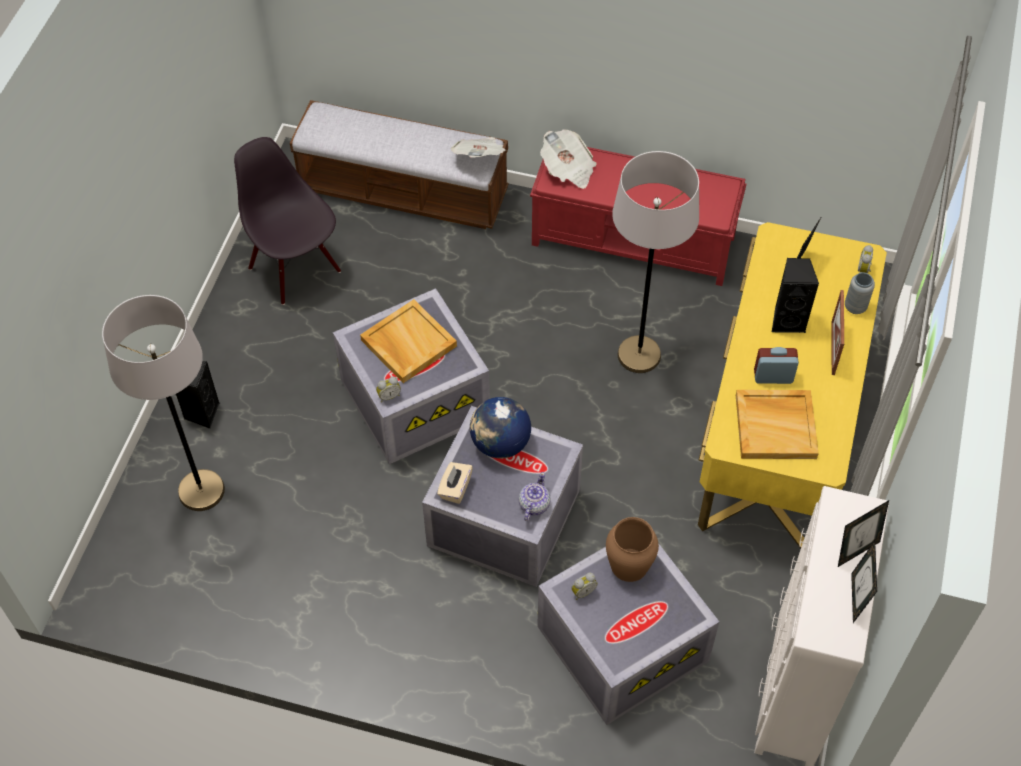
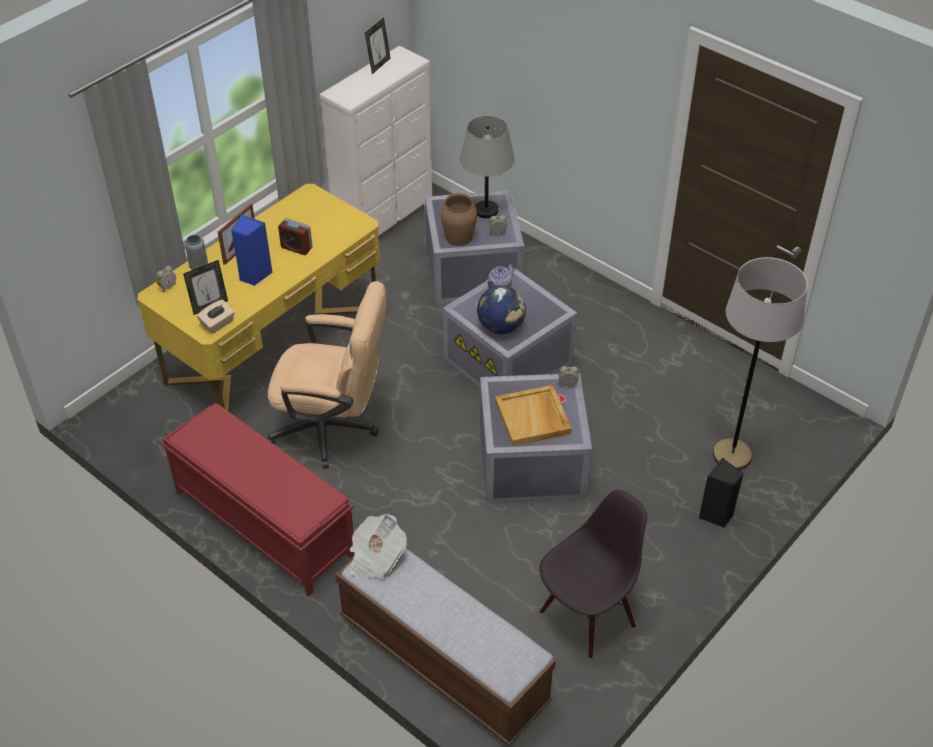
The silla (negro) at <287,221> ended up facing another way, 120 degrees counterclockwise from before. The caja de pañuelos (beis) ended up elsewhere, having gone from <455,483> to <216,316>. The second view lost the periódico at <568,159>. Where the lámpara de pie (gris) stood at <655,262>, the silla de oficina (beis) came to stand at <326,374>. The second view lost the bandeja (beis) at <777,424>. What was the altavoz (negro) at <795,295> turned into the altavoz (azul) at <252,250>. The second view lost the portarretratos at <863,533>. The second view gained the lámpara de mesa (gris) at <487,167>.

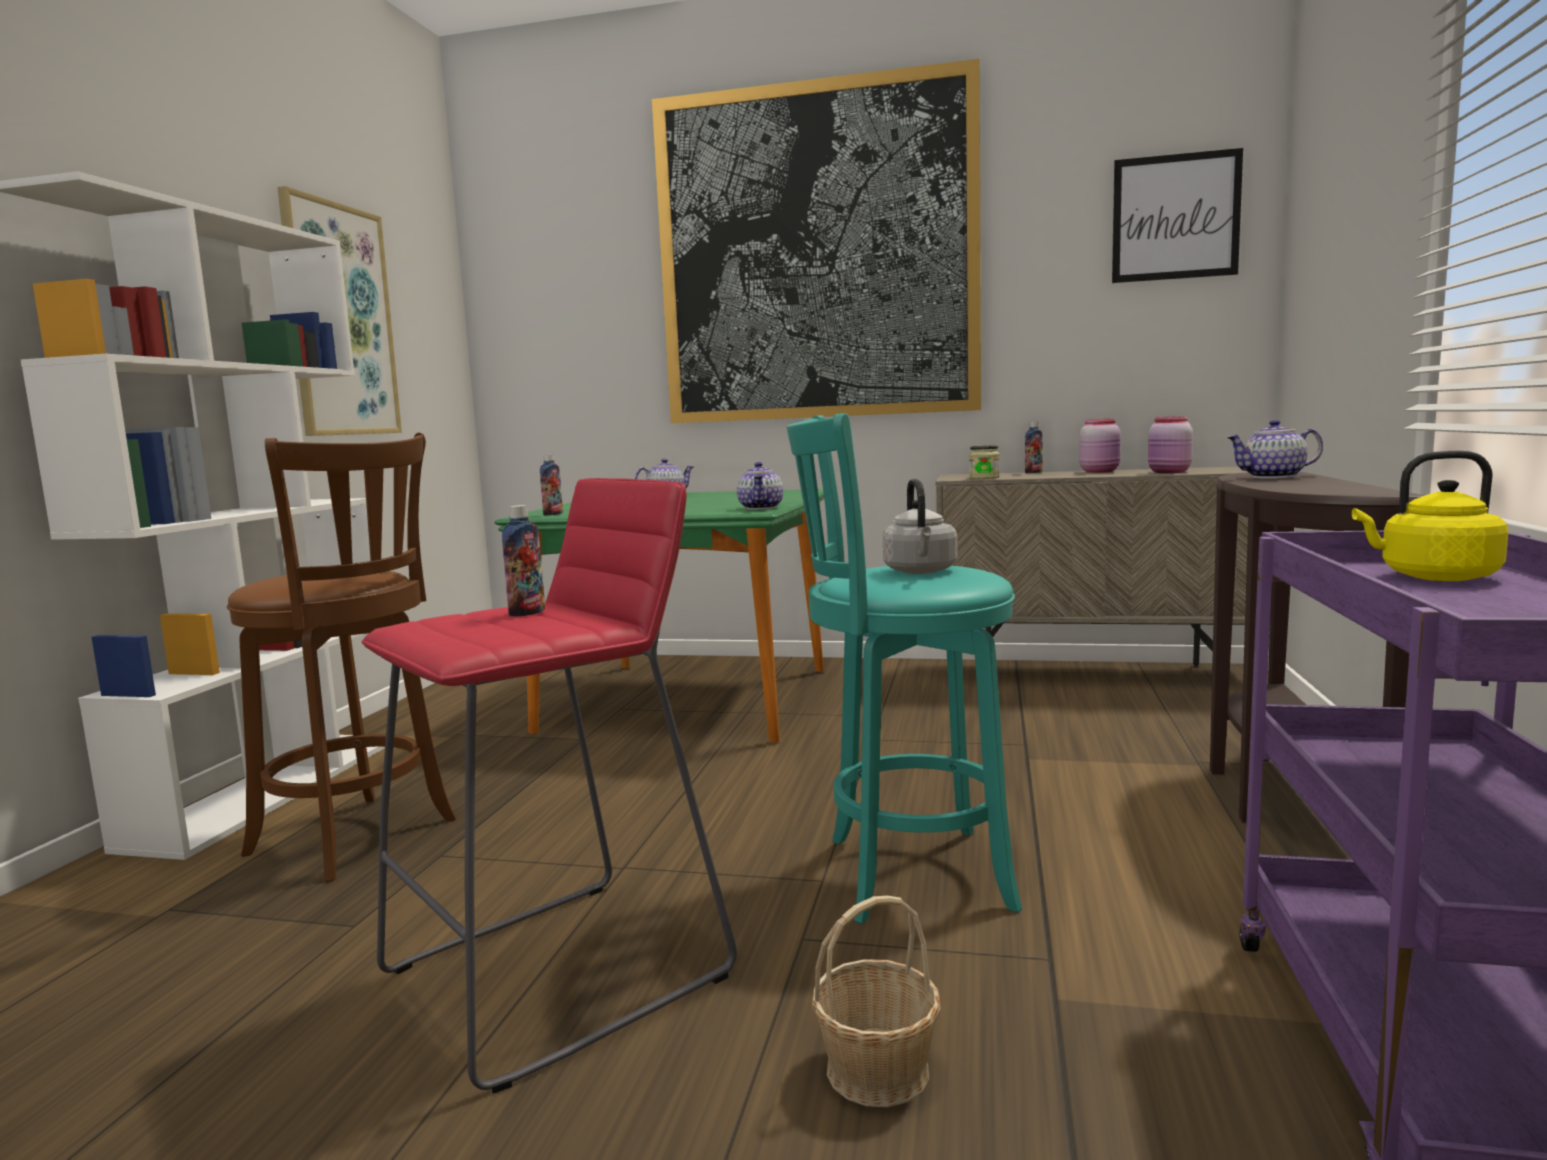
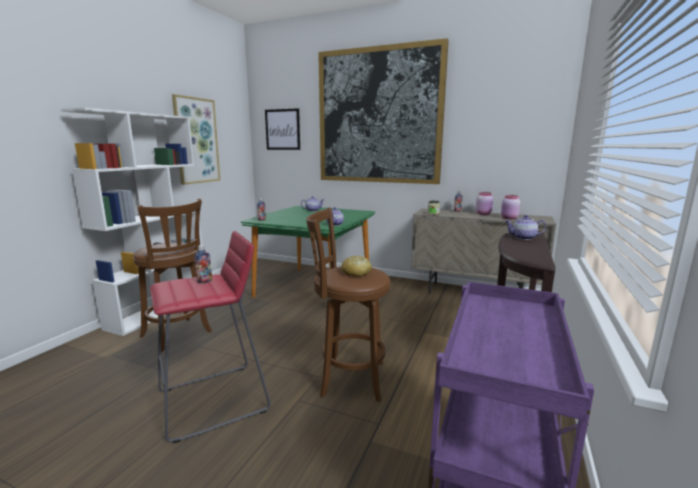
What was the taburete (turquesa) at <904,668> turned into the taburete (marrón) at <348,304>. The second view lost the cesta at <876,1001>. Where the hervidor (gris) stood at <920,526>, the pan came to stand at <356,266>. The cuadro ended up elsewhere, having gone from <1177,215> to <282,129>. The second view lost the hervidor (amarillo) at <1430,516>.

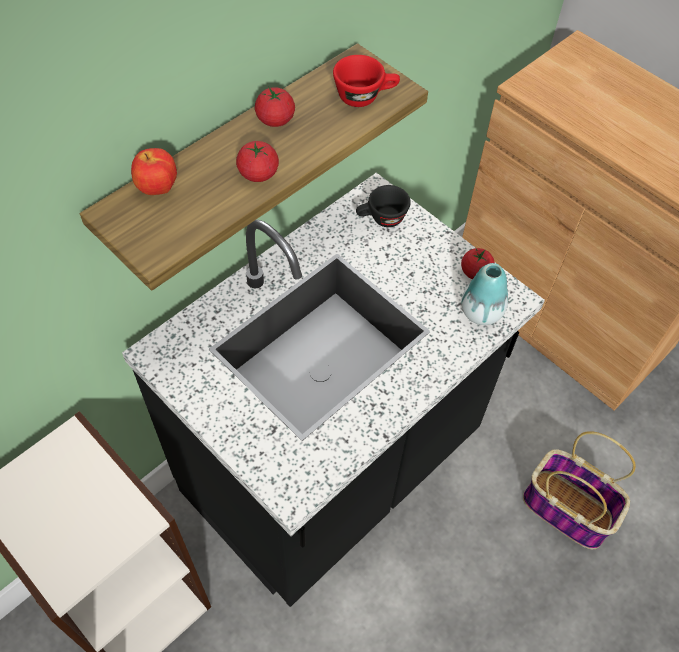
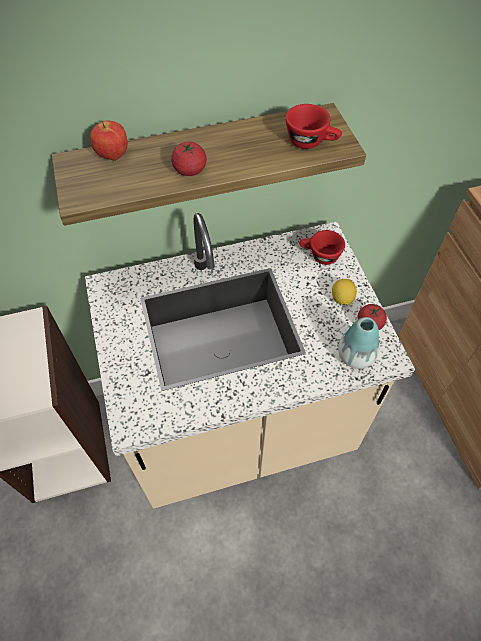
What was the mueble bajo de cocina (negro) at <333,390> turned into the mueble bajo de cocina (beis) at <250,361>. The second view lost the tomate at <275,107>. What was the taza (negro) at <383,206> turned into the taza (rojo) at <322,247>. The second view lost the cesta at <579,490>. The second view gained the limón at <344,292>.

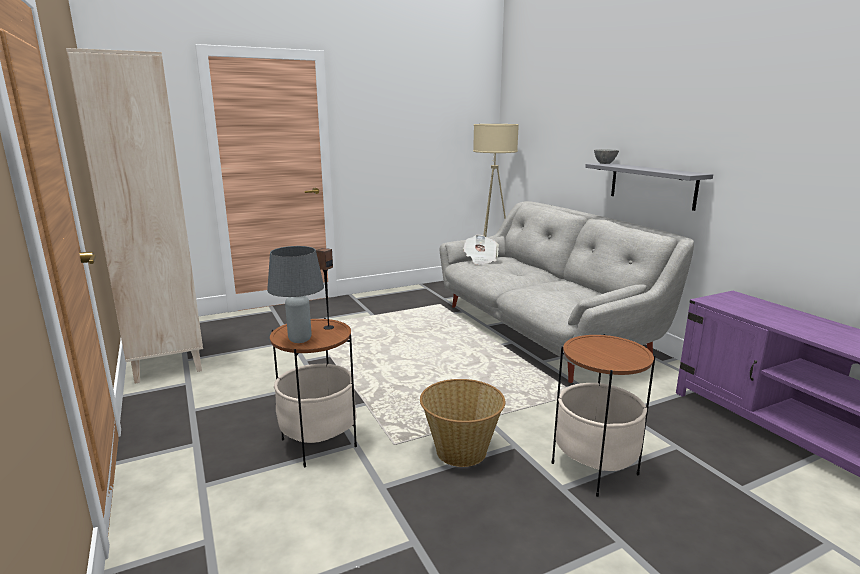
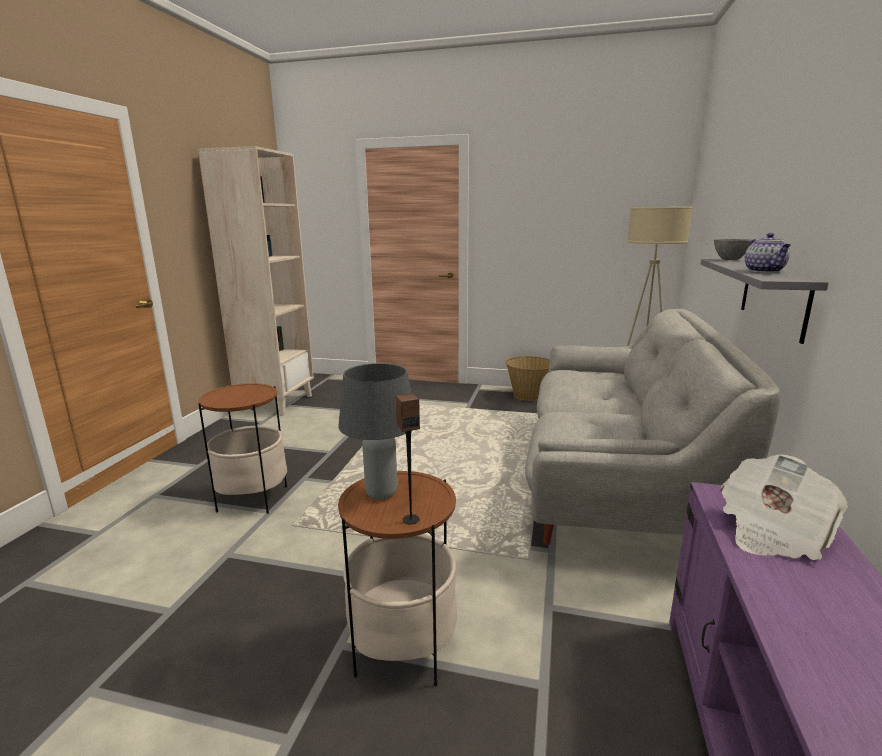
The lámpara de mesa (gris) ended up elsewhere, having gone from <295,294> to <374,431>. The altavoz ended up elsewhere, having gone from <325,289> to <408,459>. The cesta ended up elsewhere, having gone from <462,423> to <528,378>. The periódico ended up elsewhere, having gone from <481,250> to <784,507>. The second view gained the tetera at <768,253>.

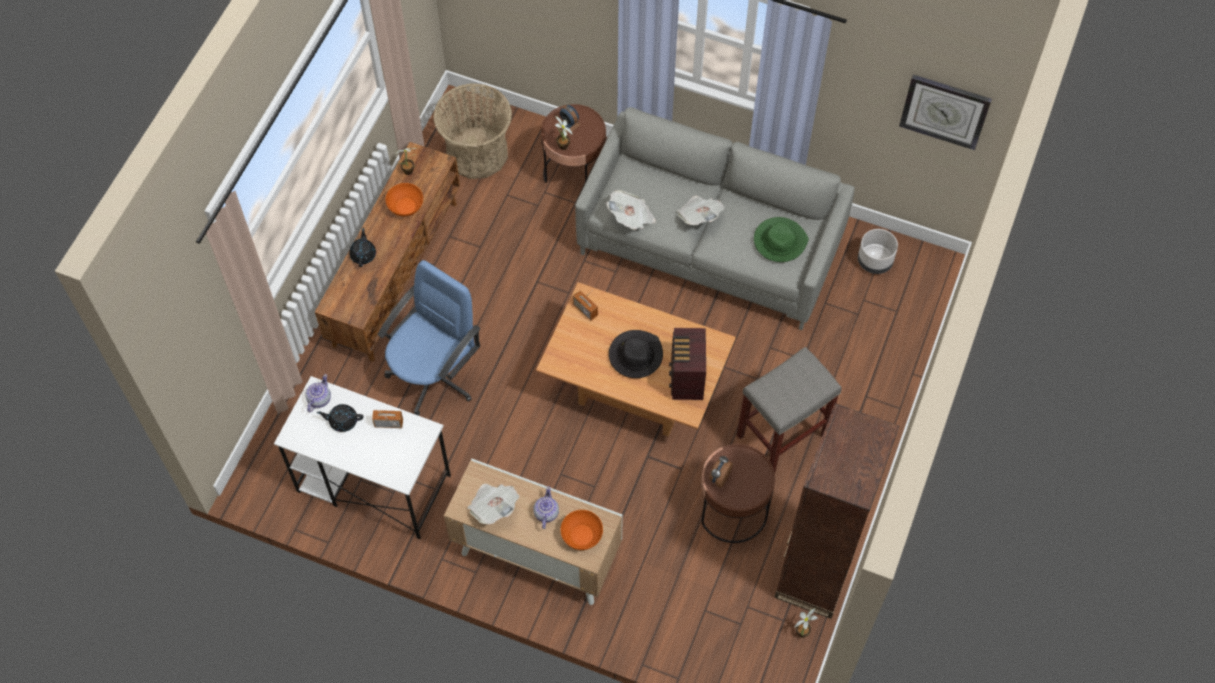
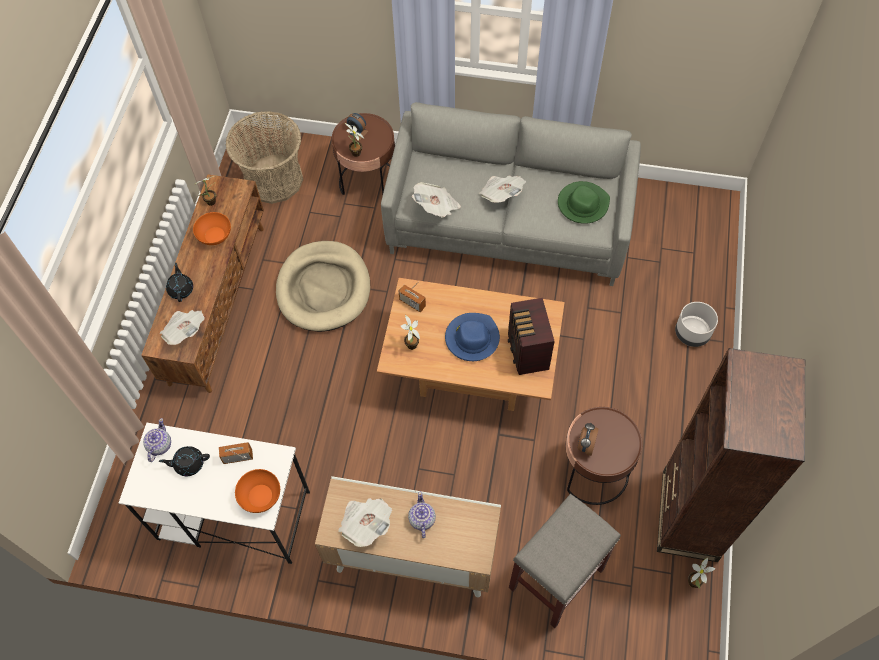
The second view lost the silla de oficina (azul) at <429,338>. The cuenco (naranja) ended up elsewhere, having gone from <581,530> to <257,491>. What was the sombrero (negro) at <636,354> turned into the sombrero (azul) at <472,337>. The taburete (gris) ended up elsewhere, having gone from <789,410> to <565,561>. The maceta (gris) ended up elsewhere, having gone from <878,251> to <696,324>. The second view lost the reloj de pared at <945,112>. The second view gained the periódico at <182,327>. The second view gained the cama para perro (beis) at <323,286>. The second view gained the planta en maceta at <410,332>.

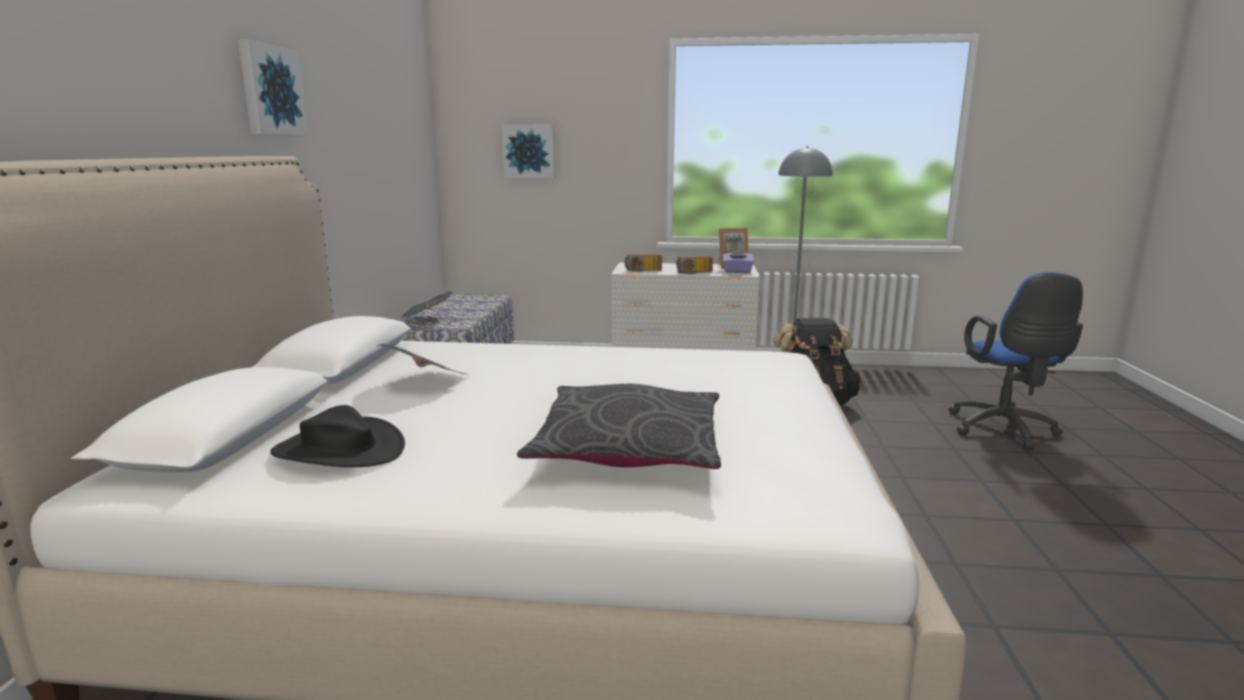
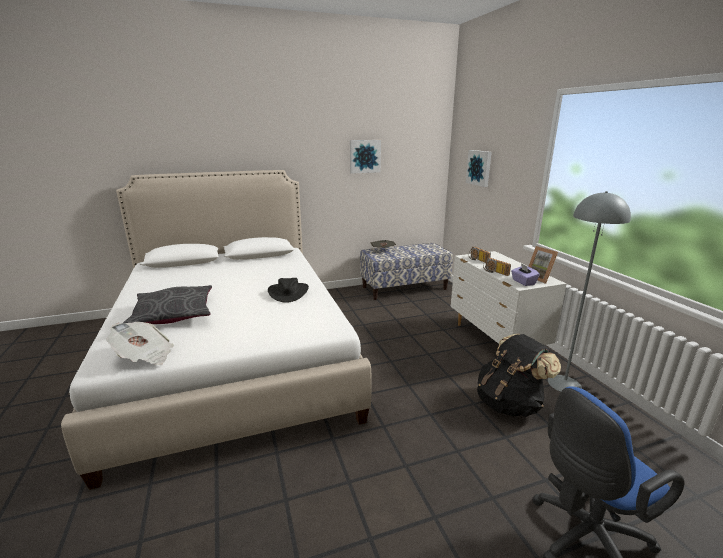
The cuadro ended up elsewhere, having gone from <273,87> to <365,157>. The sombrero (negro) ended up elsewhere, having gone from <337,436> to <288,290>. The periódico ended up elsewhere, having gone from <421,359> to <140,343>.

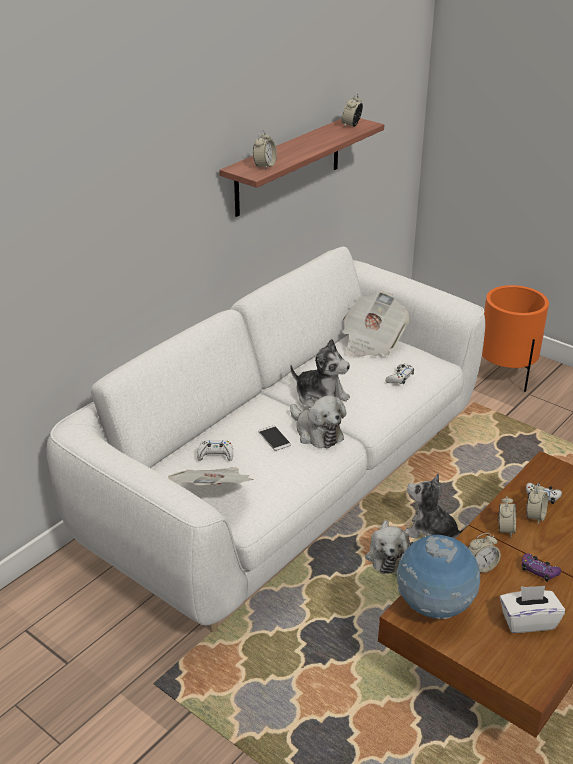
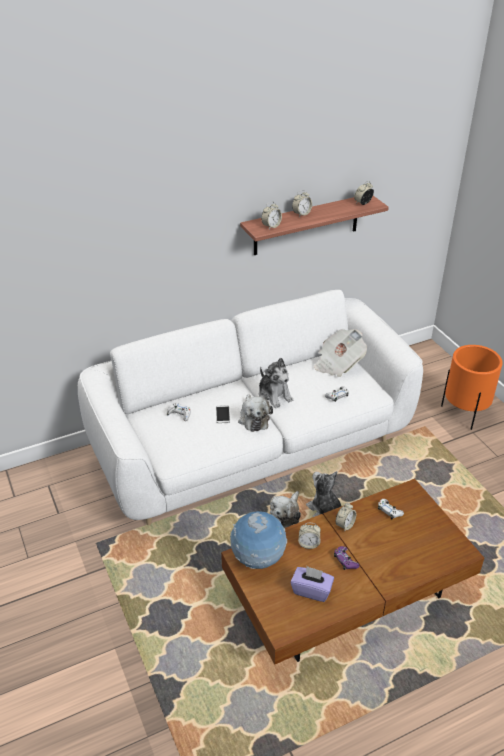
The second view lost the periódico at <210,476>. What was the caja de pañuelos (blanco) at <532,609> turned into the caja de pañuelos (morado) at <312,584>. The despertador ended up elsewhere, having gone from <537,503> to <302,203>.

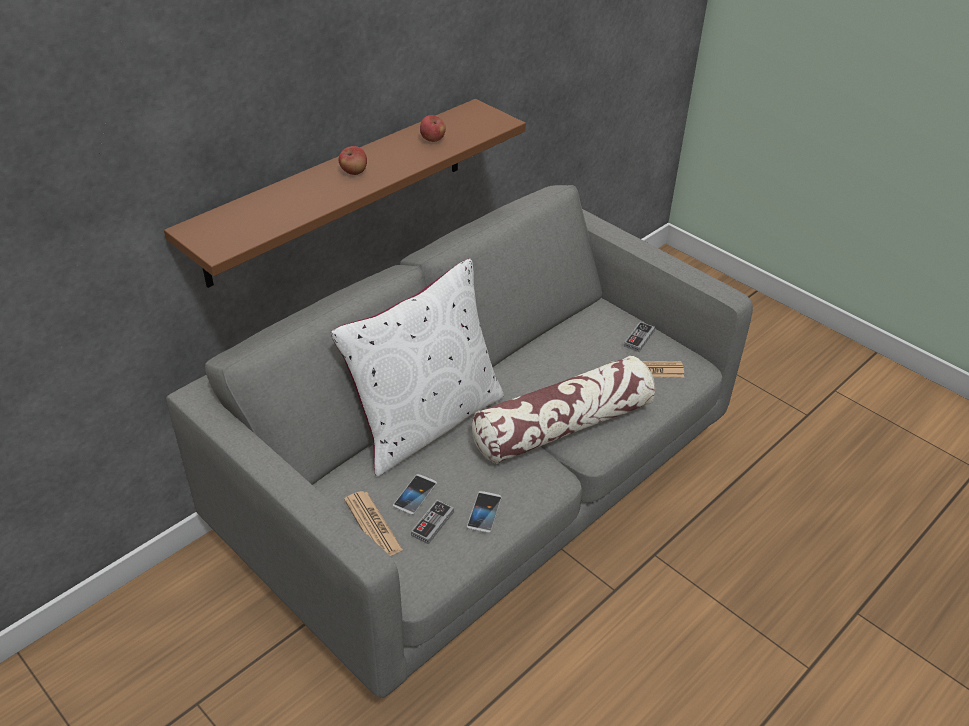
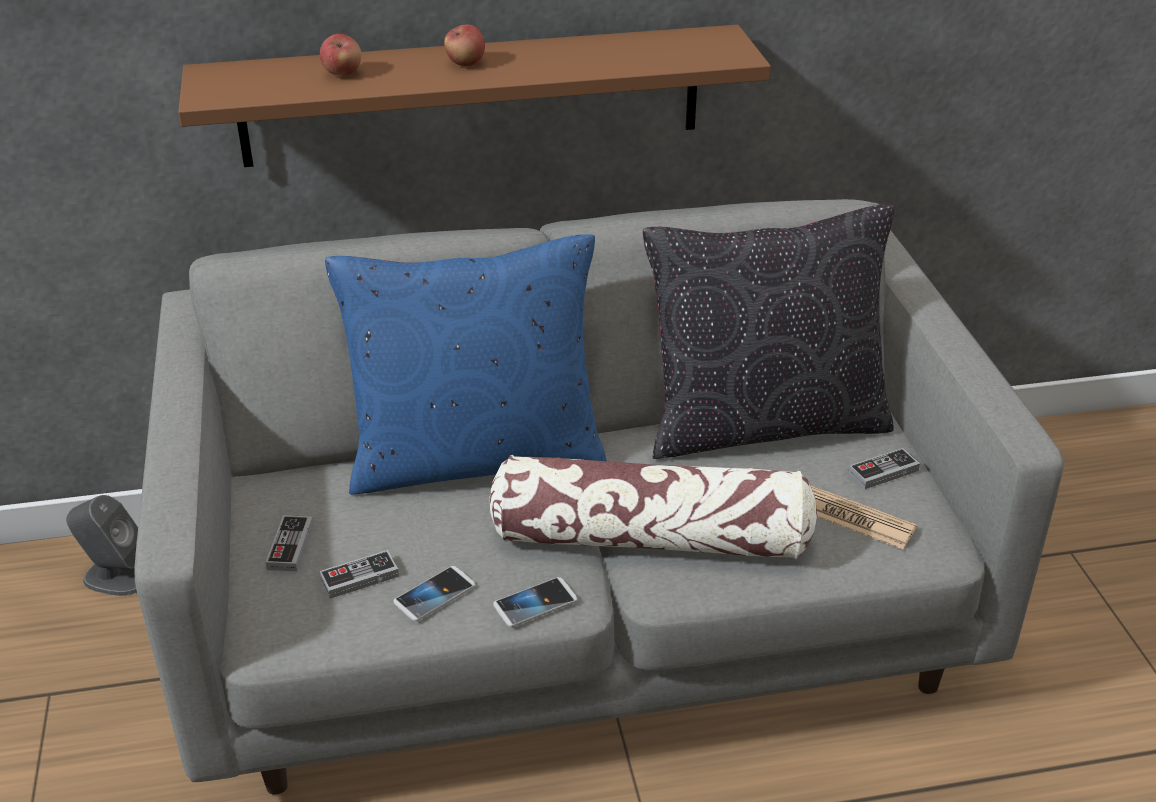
What was the cojín (blanco) at <417,368> turned into the cojín (azul) at <466,364>. Where the periódico stood at <373,523>, the mando de consola came to stand at <289,543>. The móvil ended up elsewhere, having gone from <415,494> to <535,602>. The manzana ended up elsewhere, having gone from <433,128> to <341,55>. The second view gained the altavoz (gris) at <102,545>. The second view gained the cojín (negro) at <768,332>.

